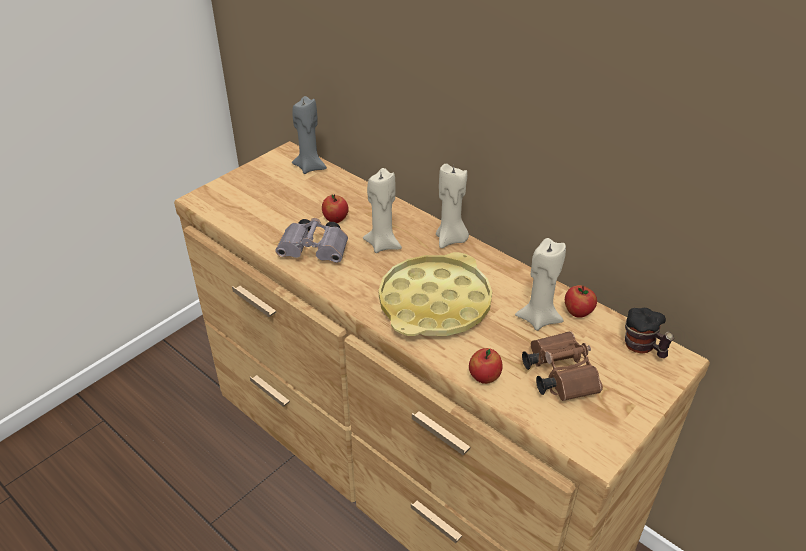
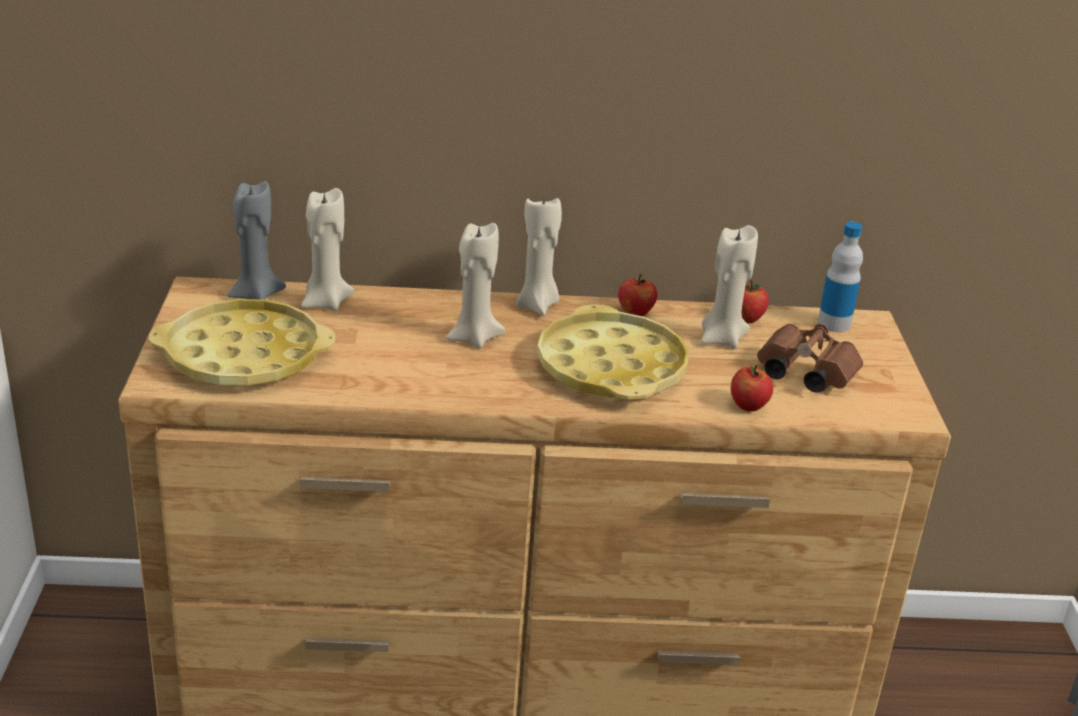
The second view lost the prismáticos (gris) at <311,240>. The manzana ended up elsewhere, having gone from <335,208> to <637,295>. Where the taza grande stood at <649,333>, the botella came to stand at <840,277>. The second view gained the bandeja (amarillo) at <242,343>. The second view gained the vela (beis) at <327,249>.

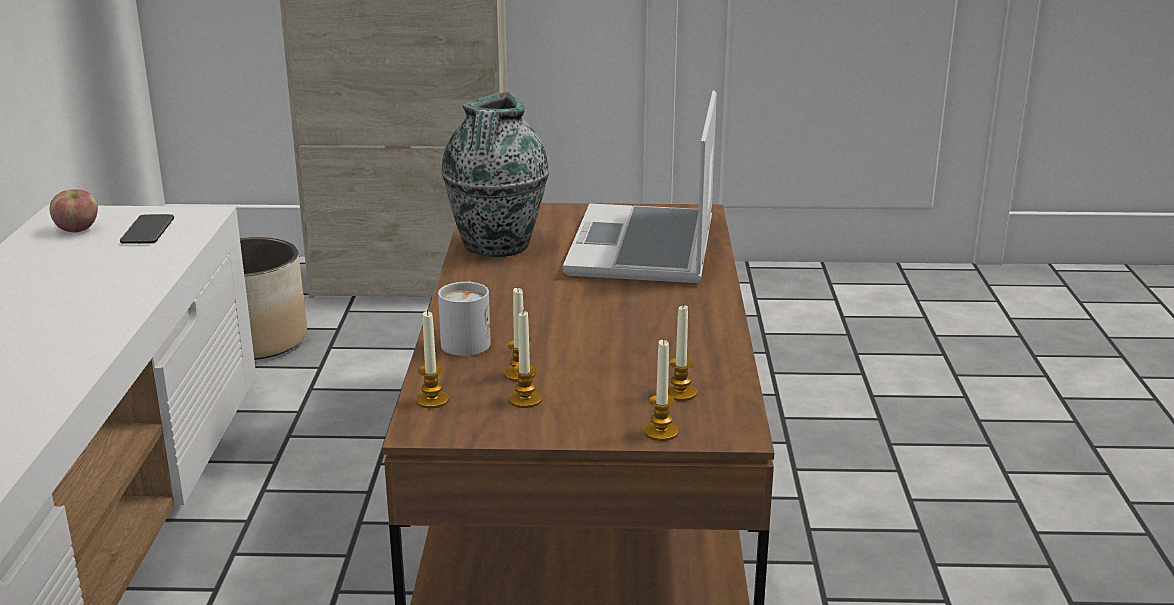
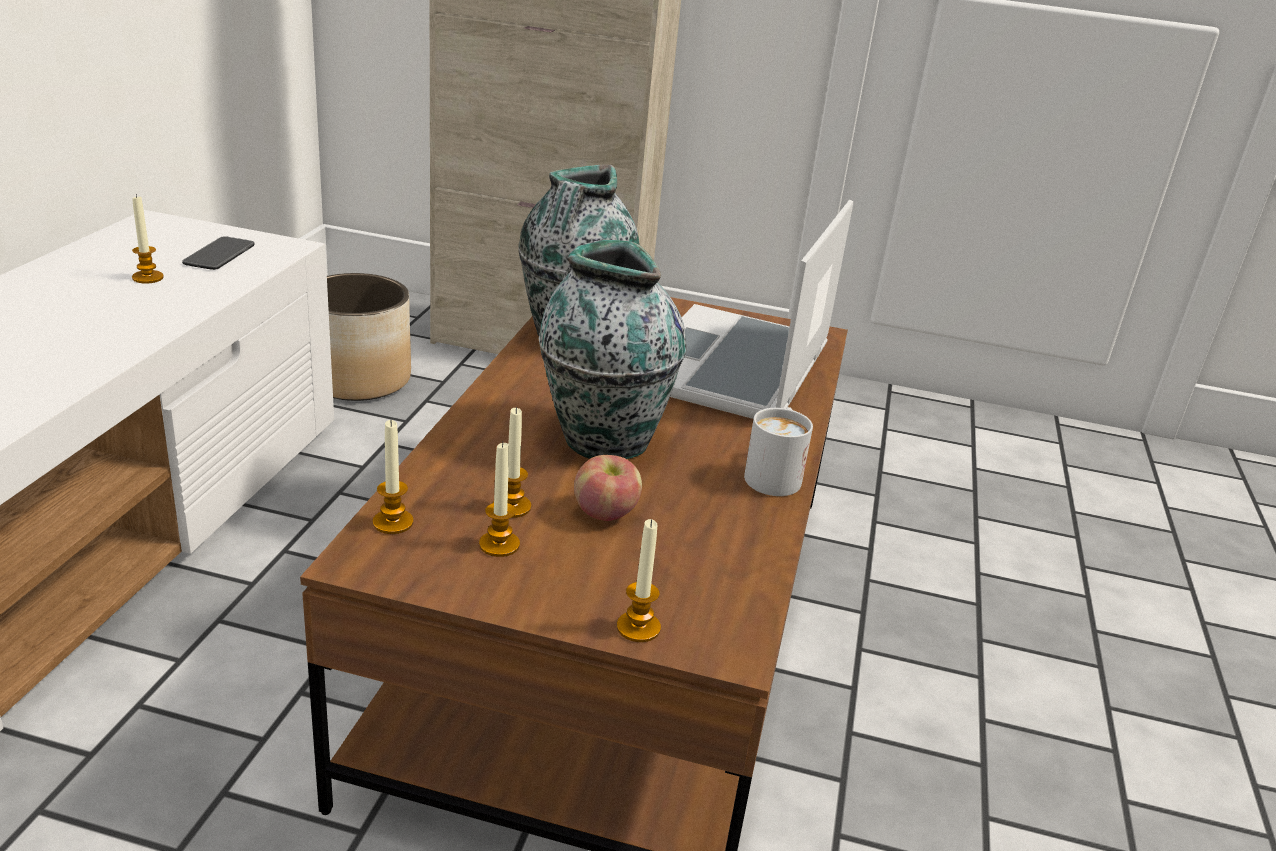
The manzana ended up elsewhere, having gone from <74,211> to <608,488>. The taza grande (blanco) ended up elsewhere, having gone from <464,318> to <778,451>. The vela ended up elsewhere, having gone from <682,352> to <148,239>. The second view gained the florero at <612,349>.

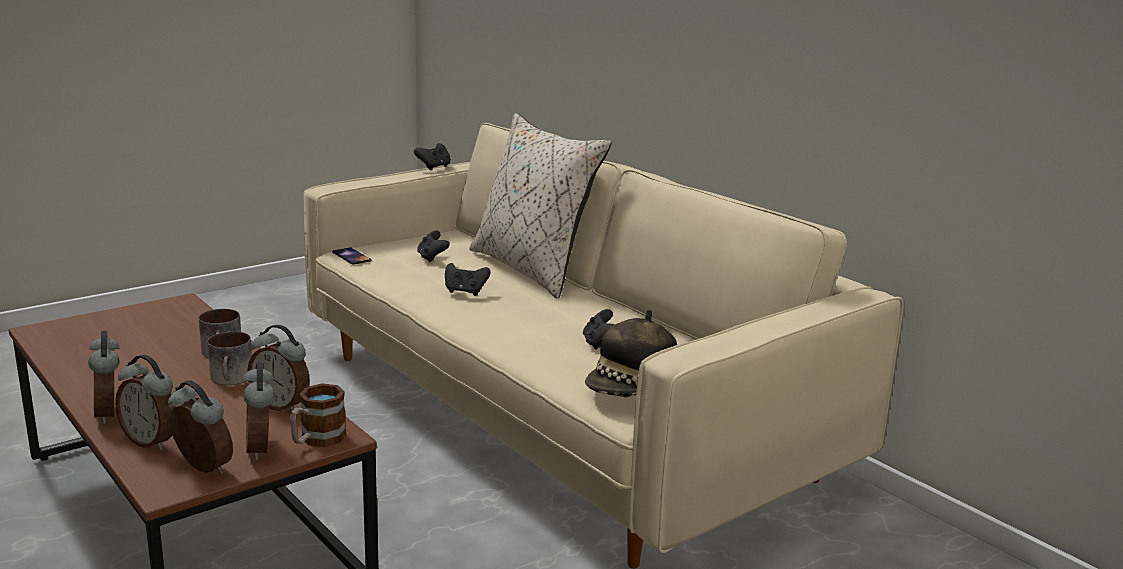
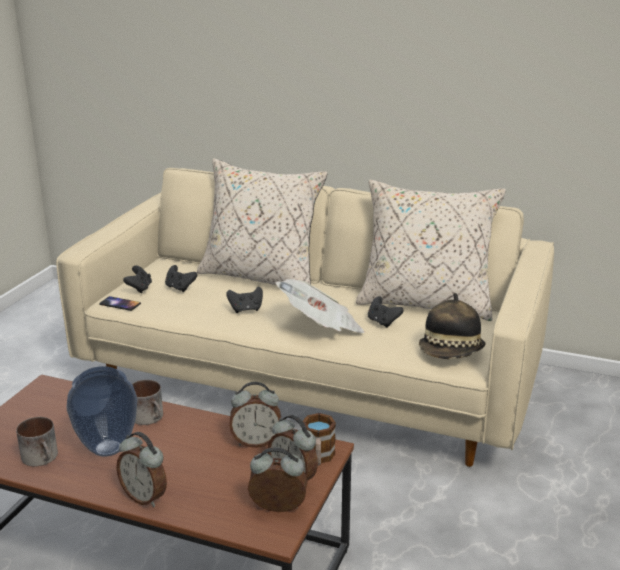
The second view lost the despertador at <145,403>. The taza grande ended up elsewhere, having gone from <229,358> to <37,442>. The mando de consola (negro) ended up elsewhere, having gone from <432,156> to <137,279>. The second view gained the florero at <101,411>. The second view gained the periódico at <320,306>. The second view gained the cojín (beis) at <431,250>.

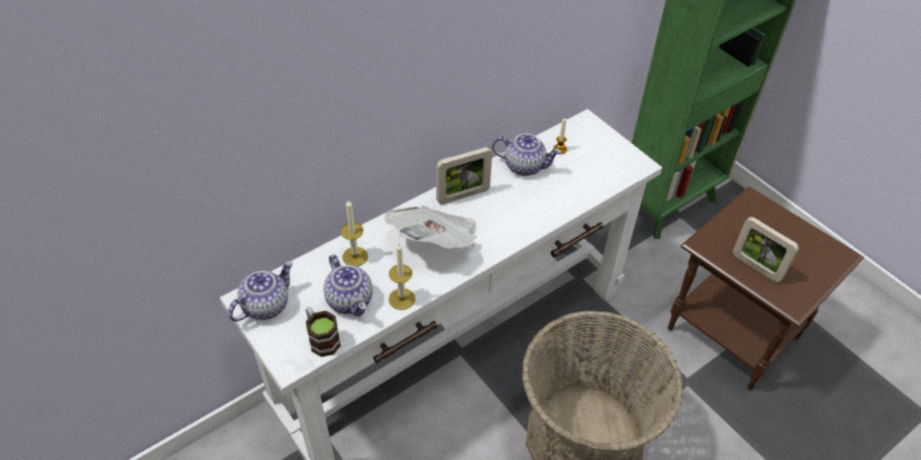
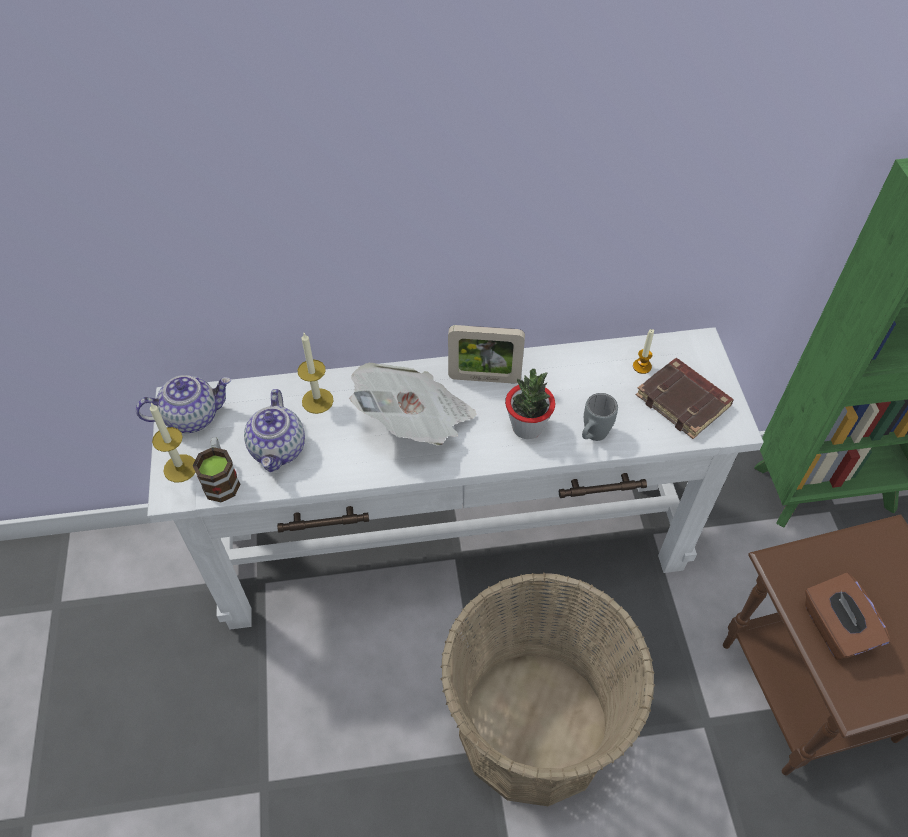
The vela ended up elsewhere, having gone from <402,276> to <172,443>. The second view lost the tetera at <527,154>. Where the portarretratos stood at <766,249>, the caja de pañuelos (marrón) came to stand at <848,616>. The second view gained the planta en maceta at <530,404>. The second view gained the taza grande (gris) at <600,417>. The second view gained the libro (marrón) at <685,398>.

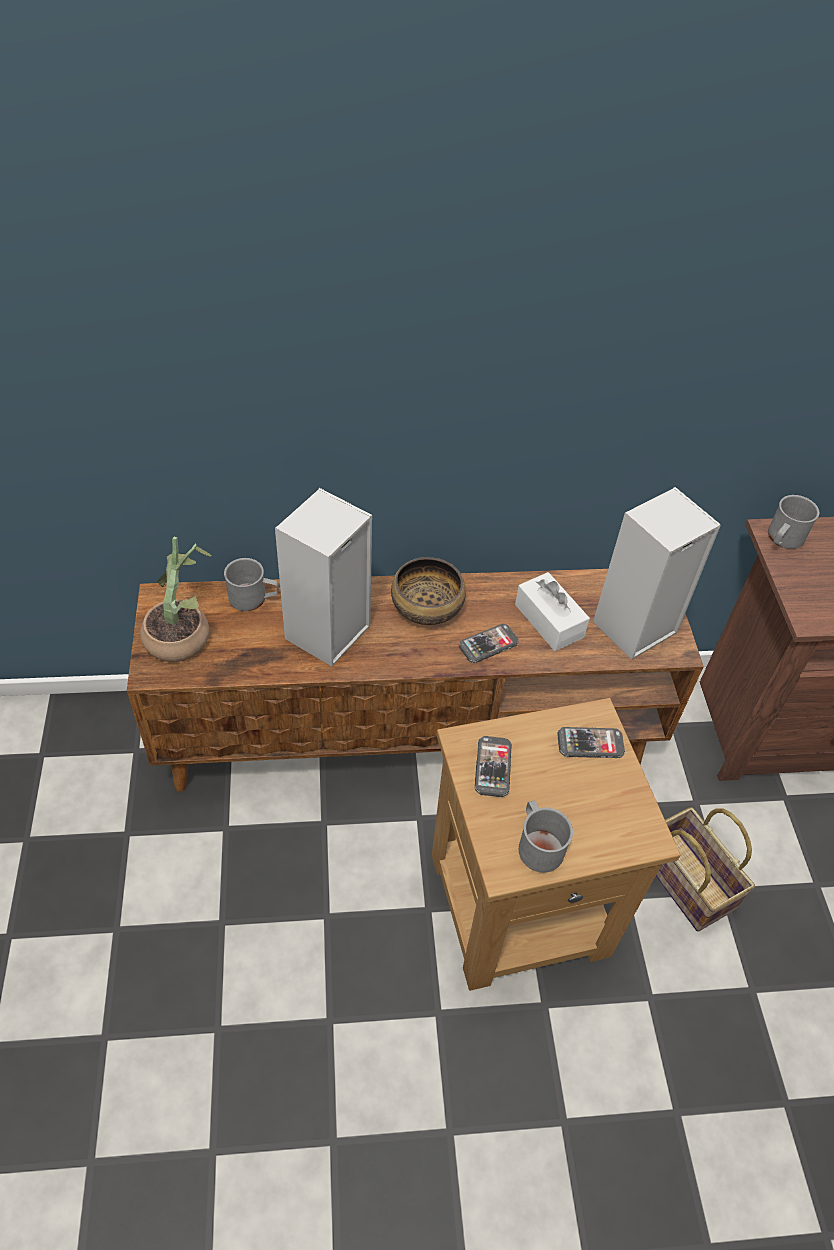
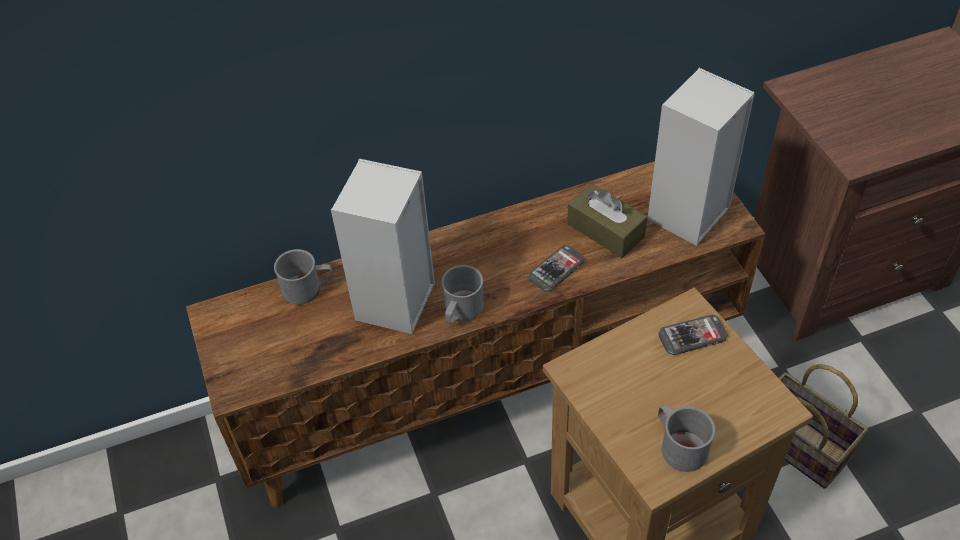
The second view lost the planta en maceta at <176,599>. The second view lost the cuenco at <428,591>. The second view lost the móvil at <493,766>. What was the caja de pañuelos (blanco) at <552,611> turned into the caja de pañuelos (marrón) at <607,220>. The taza grande (gris) ended up elsewhere, having gone from <793,522> to <462,294>.

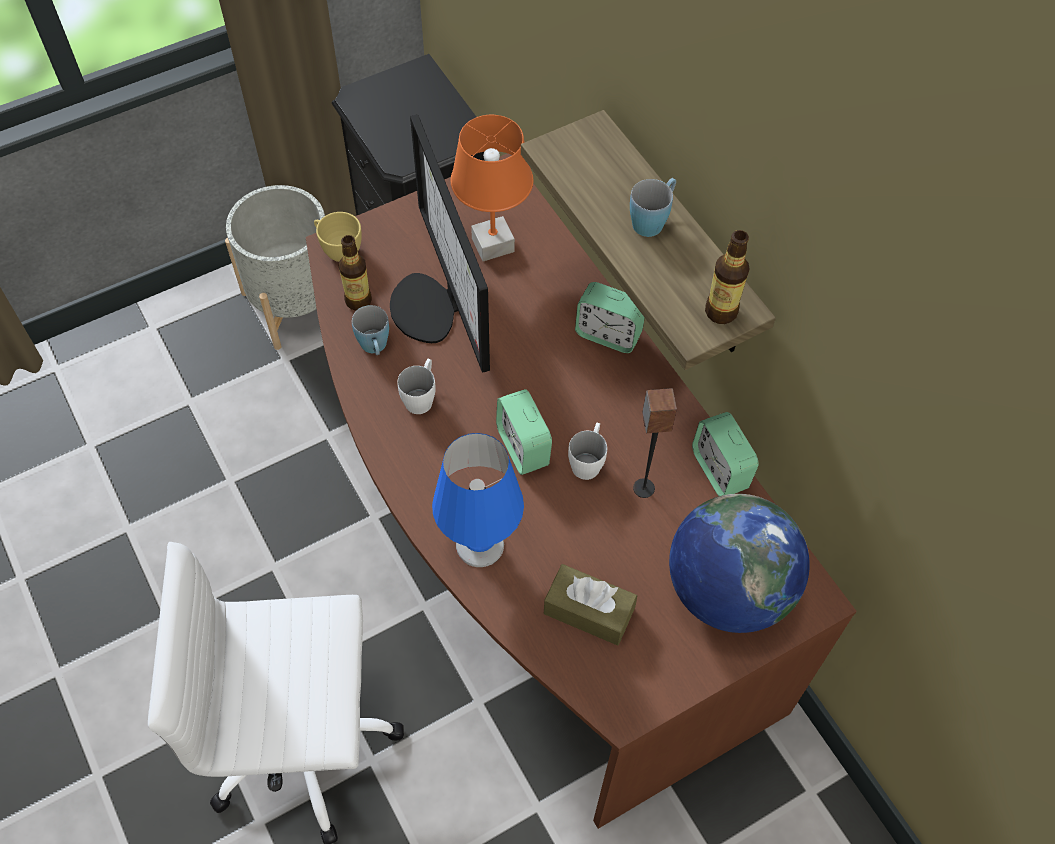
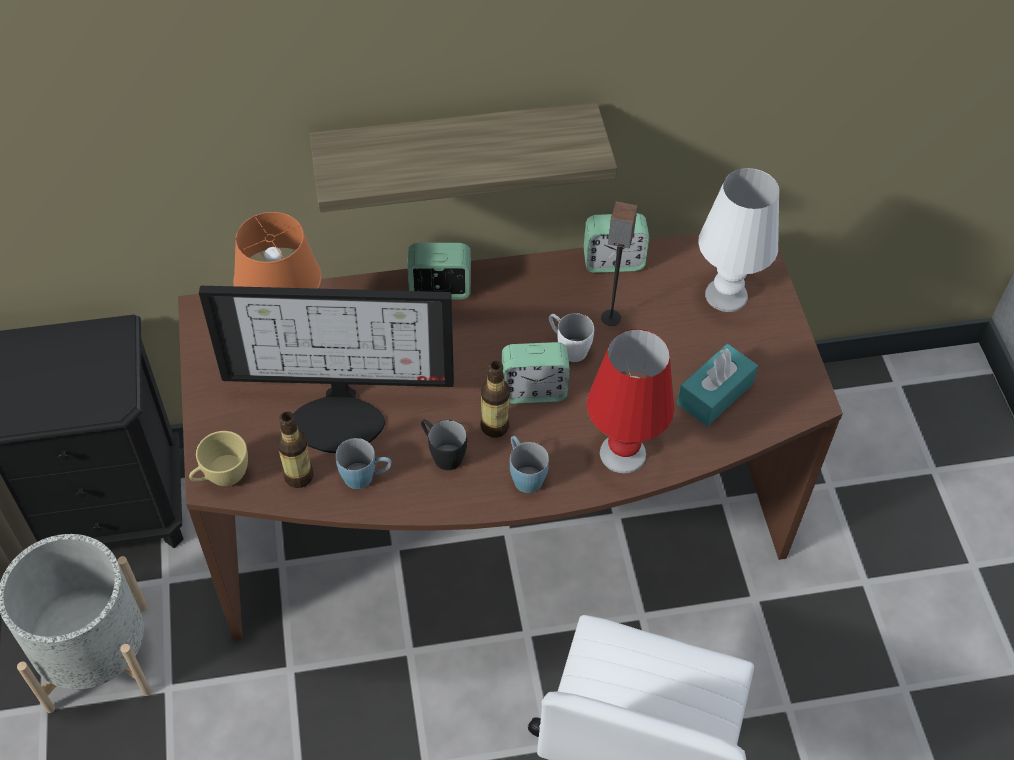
What was the taza grande (blanco) at <416,386> turned into the taza grande (negro) at <444,444>. What was the lámpara de mesa (azul) at <478,500> turned into the lámpara de mesa (rojo) at <630,401>. What was the caja de pañuelos (marrón) at <590,605> turned into the caja de pañuelos (turquesa) at <717,385>. The despertador at <610,317> ended up facing another way, 135 degrees counterclockwise from before. The taza grande (azul) ended up elsewhere, having gone from <653,207> to <529,464>. Where the globo terráqueo stood at <739,563>, the lámpara de mesa (blanco) came to stand at <738,240>. The botella ended up elsewhere, having gone from <727,277> to <495,399>.

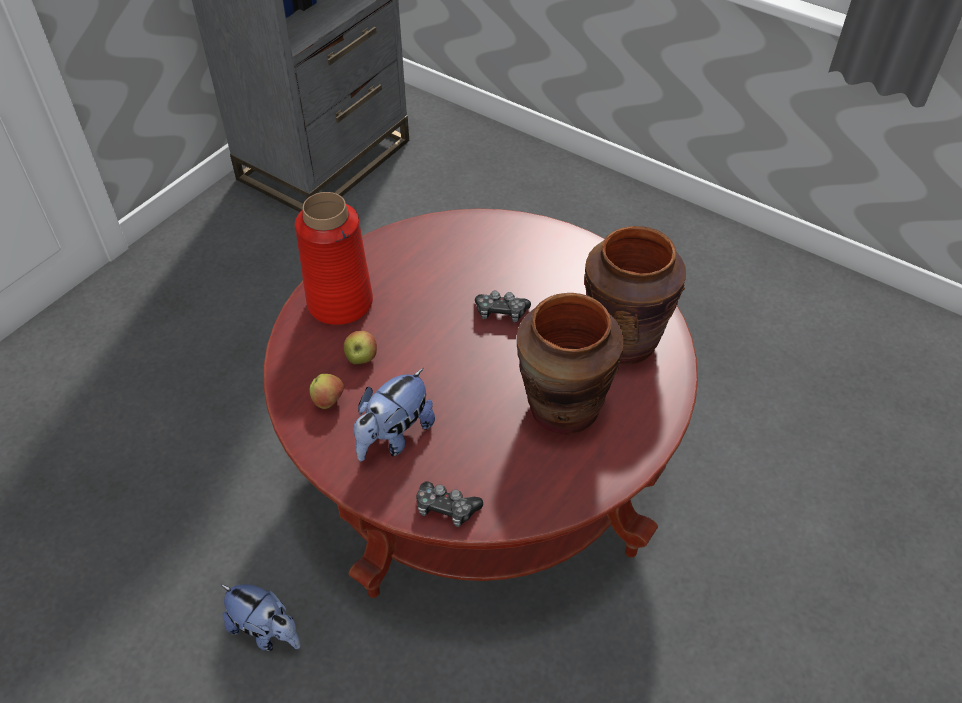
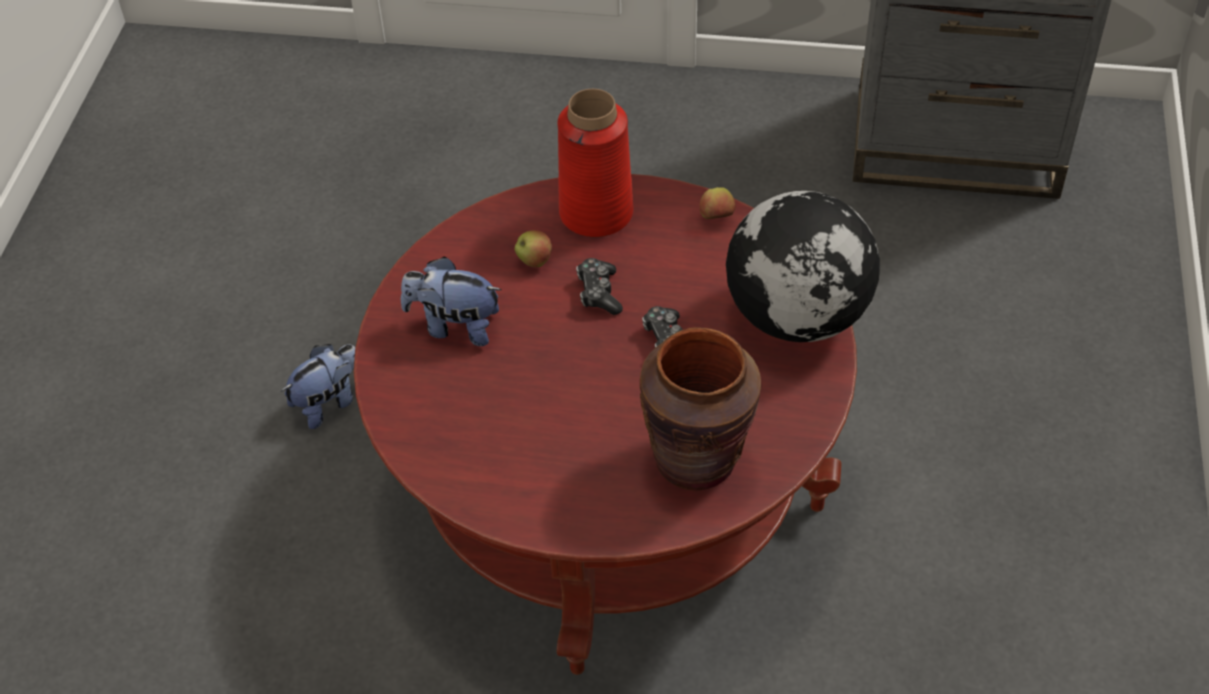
The peluche at <260,617> ended up facing another way, 135 degrees counterclockwise from before. The manzana ended up elsewhere, having gone from <326,391> to <717,203>. The mando de consola ended up elsewhere, having gone from <449,504> to <599,286>. The second view lost the florero (marrón) at <570,363>. The second view gained the globo terráqueo at <803,266>.

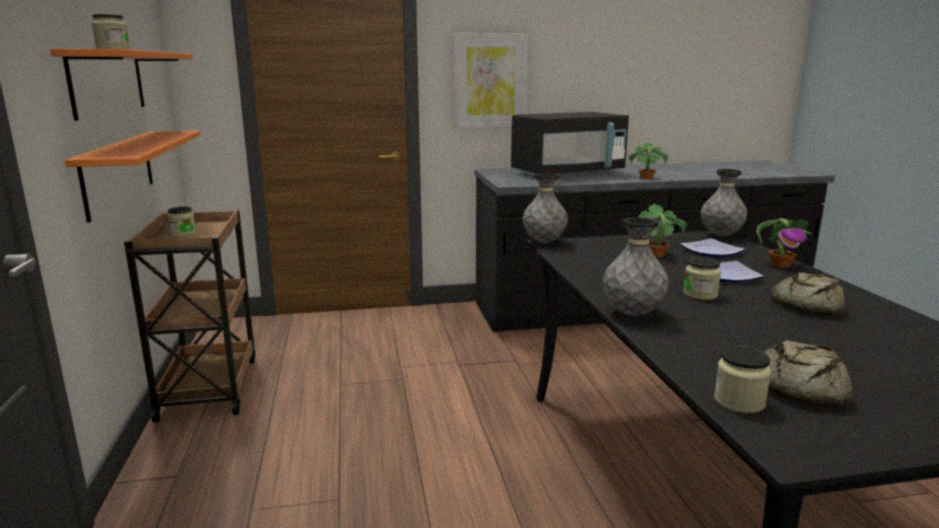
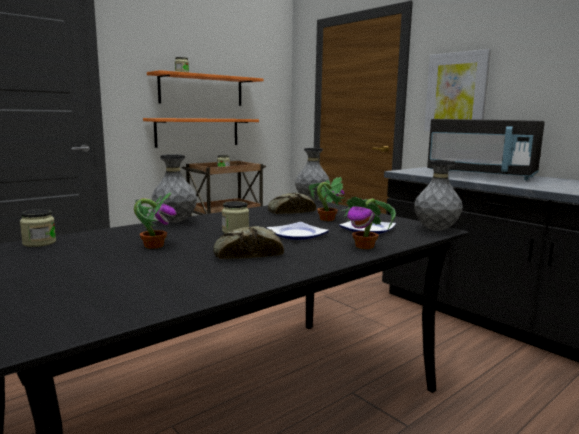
The planta en maceta ended up elsewhere, having gone from <648,160> to <155,220>. The pan ended up elsewhere, having gone from <807,373> to <292,203>.

